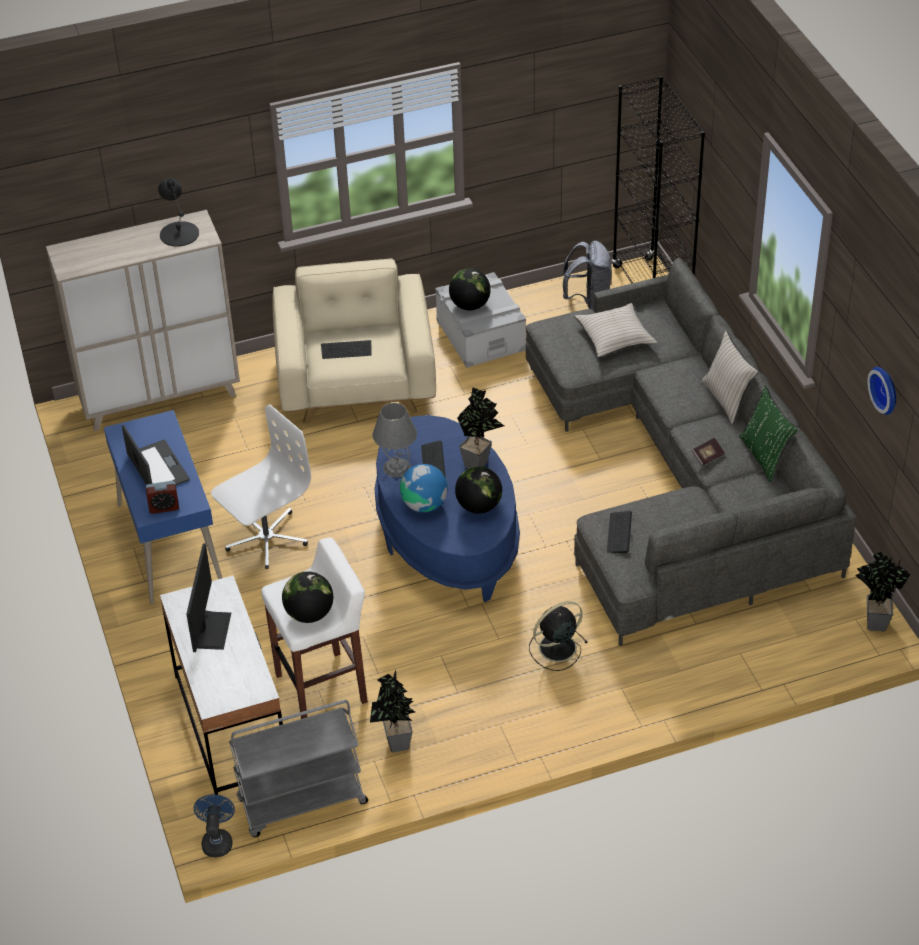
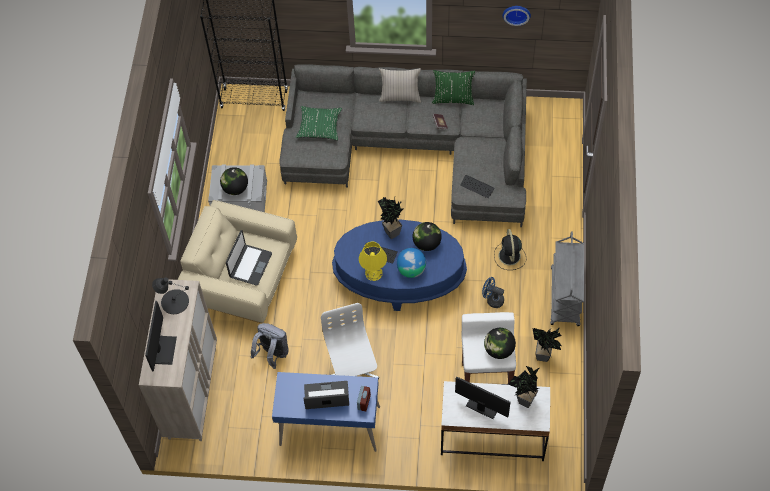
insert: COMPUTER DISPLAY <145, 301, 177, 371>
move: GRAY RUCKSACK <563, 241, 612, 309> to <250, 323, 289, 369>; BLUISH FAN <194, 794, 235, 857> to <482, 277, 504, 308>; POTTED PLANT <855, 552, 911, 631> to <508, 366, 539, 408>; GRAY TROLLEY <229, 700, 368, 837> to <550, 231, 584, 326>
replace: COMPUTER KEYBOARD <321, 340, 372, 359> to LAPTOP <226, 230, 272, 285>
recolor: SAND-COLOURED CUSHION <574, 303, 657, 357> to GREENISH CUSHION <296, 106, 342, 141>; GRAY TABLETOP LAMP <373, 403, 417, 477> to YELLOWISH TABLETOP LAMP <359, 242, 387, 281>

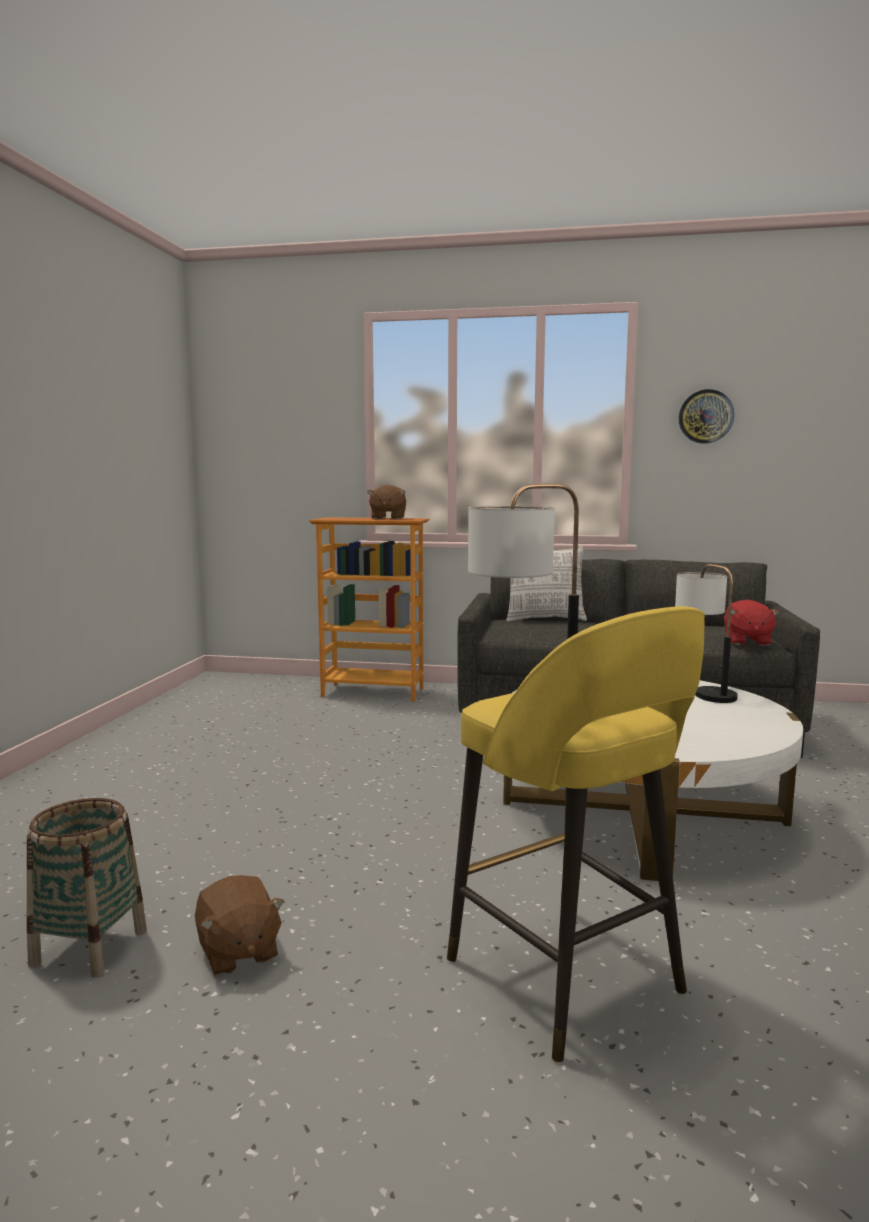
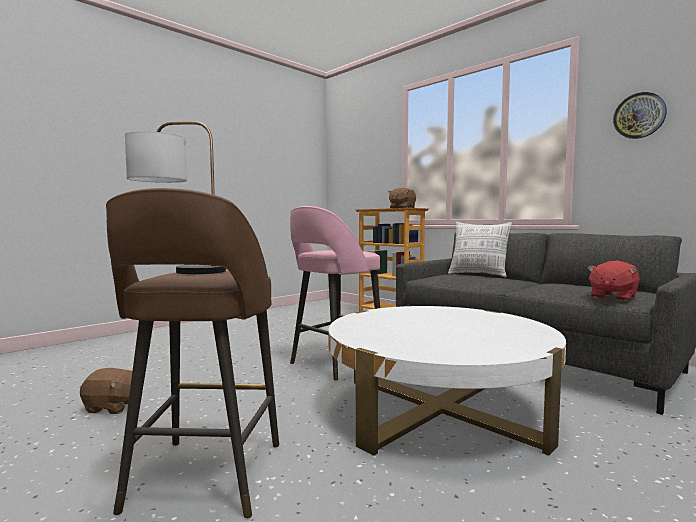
delete: BASKET <27, 798, 147, 978>; TABLETOP LAMP <675, 564, 738, 703>
insert: PINKISH STOOL SEAT <290, 206, 380, 381>
recolor: YELLOWISH STOOL SEAT <447, 606, 705, 1063> to BROWNISH STOOL SEAT <106, 188, 279, 518>
rotate: BROWNISH PLUSH TOY <195, 875, 284, 976> = <80, 368, 133, 414> 90 degrees counterclockwise

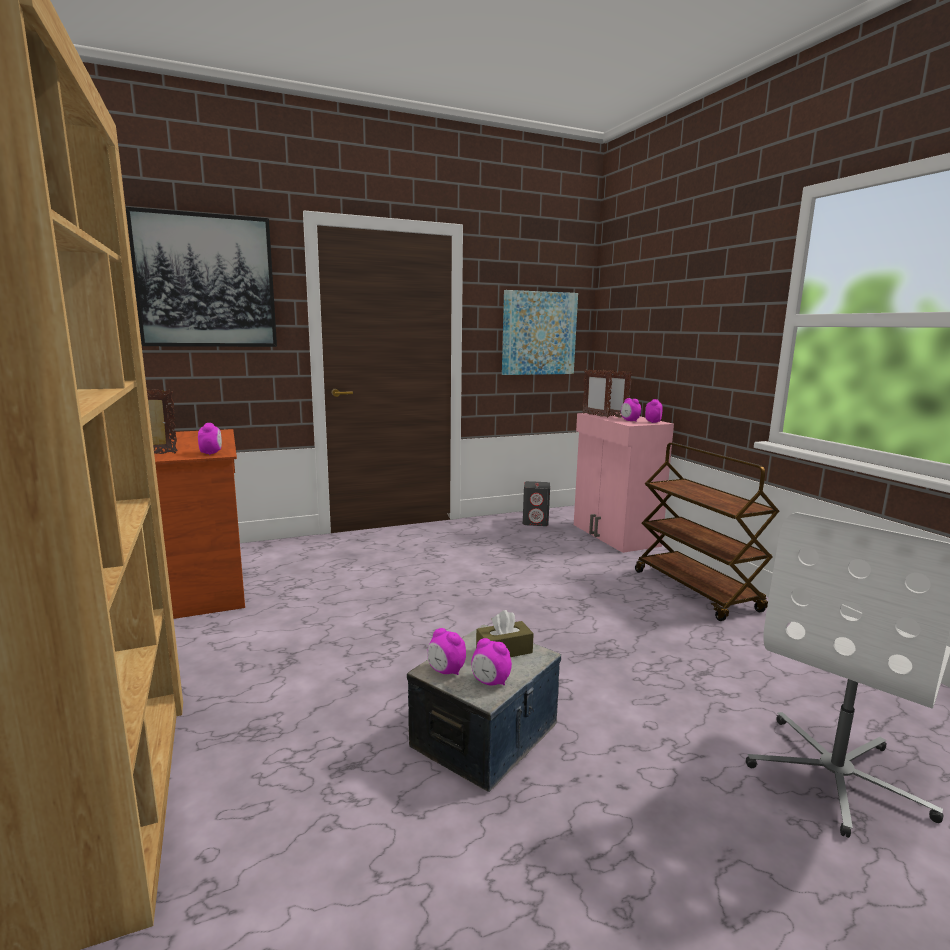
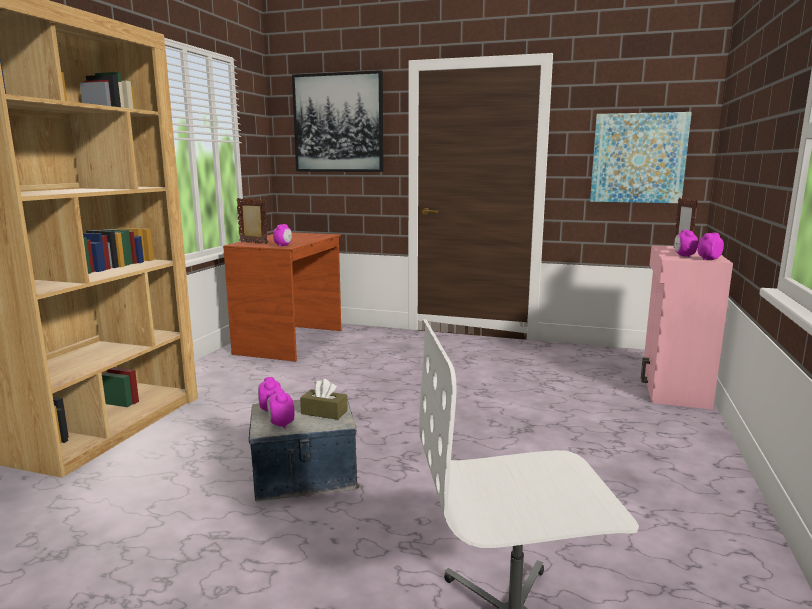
delete: GRAY SPEAKER <523, 481, 550, 526>; STANDING FRAME <582, 369, 613, 418>; BROWNISH TROLLEY <635, 443, 779, 621>

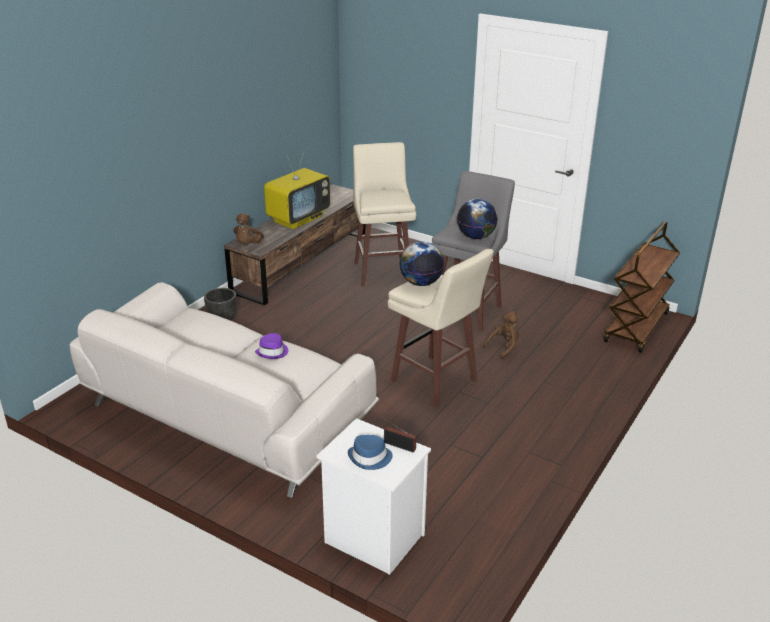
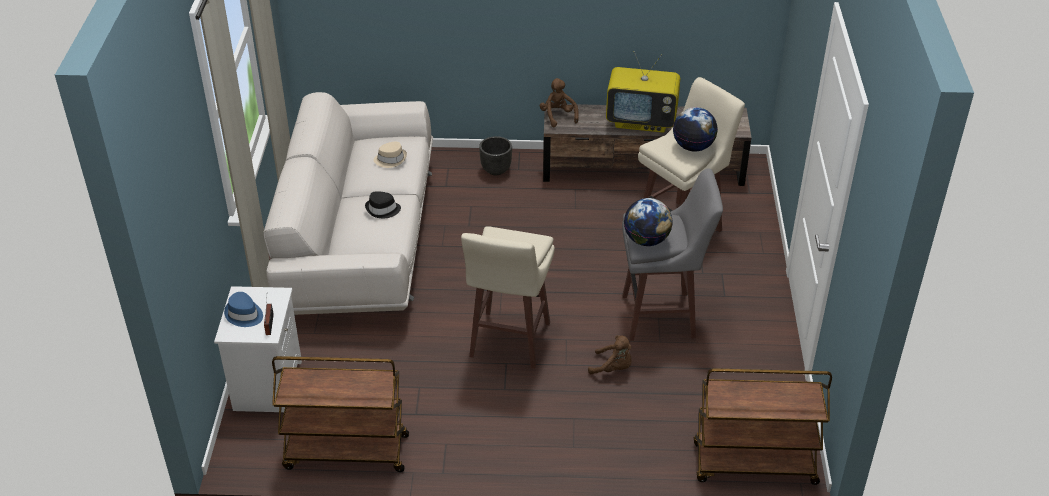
insert: BROWNISH TROLLEY <272, 356, 409, 472>; SAND-COLOURED CLOTHING HAT <374, 142, 407, 168>
move: DESK GLOBE <400, 242, 444, 286> to <673, 107, 718, 152>
recolor: PURPLISH CLOTHING HAT <255, 333, 288, 359> to BLACK-COLOURED CLOTHING HAT <365, 191, 401, 218>
rotate: BROWNISH PLUSH TOY <233, 213, 264, 244> = <539, 78, 579, 127> 90 degrees clockwise

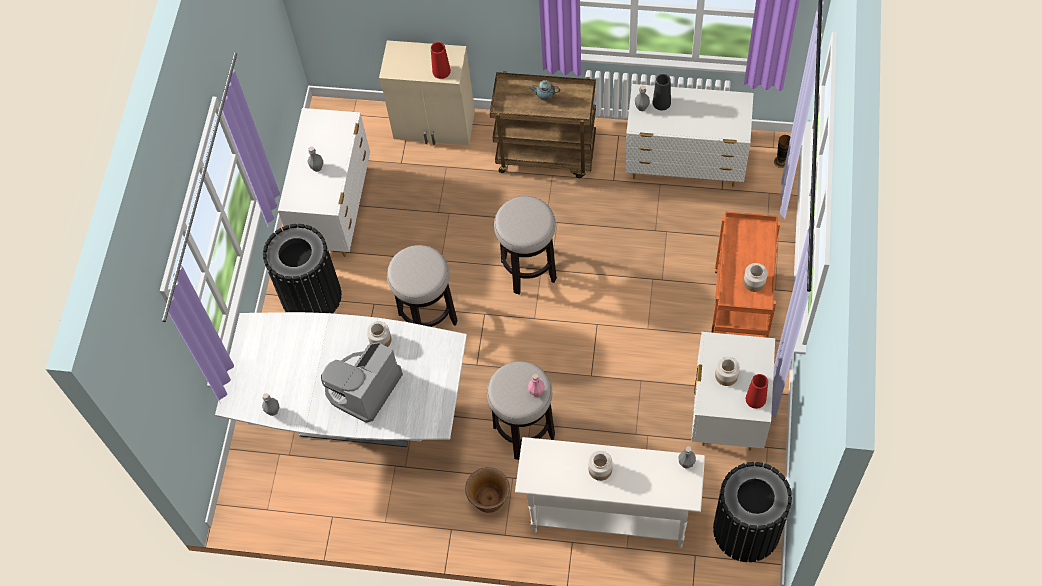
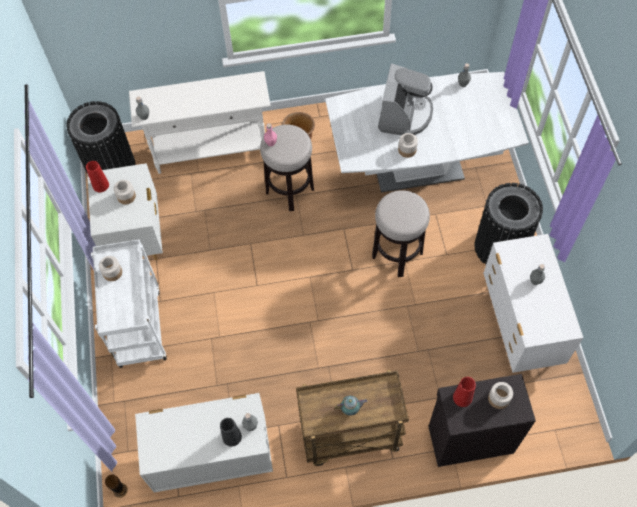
delete: STOOL SEAT <494, 196, 557, 295>
move: STORAGE JAR <588, 451, 612, 481> to <488, 382, 513, 409>
recolor: ORANGE TROLLEY <711, 211, 780, 338> to WHITE TROLLEY <91, 239, 167, 368>; SAND-COLOURED CABINET <379, 40, 475, 145> to BLACK-COLOURED CABINET <428, 374, 536, 467>

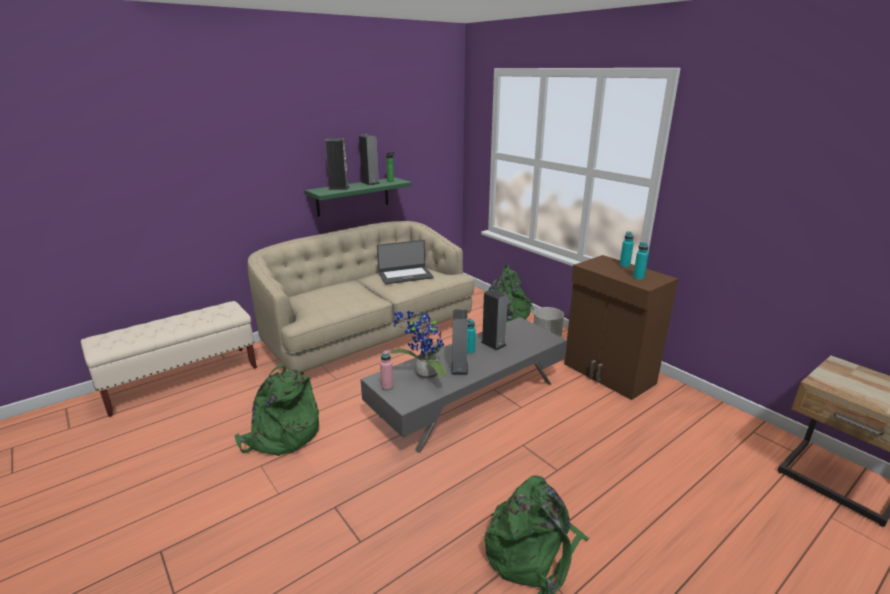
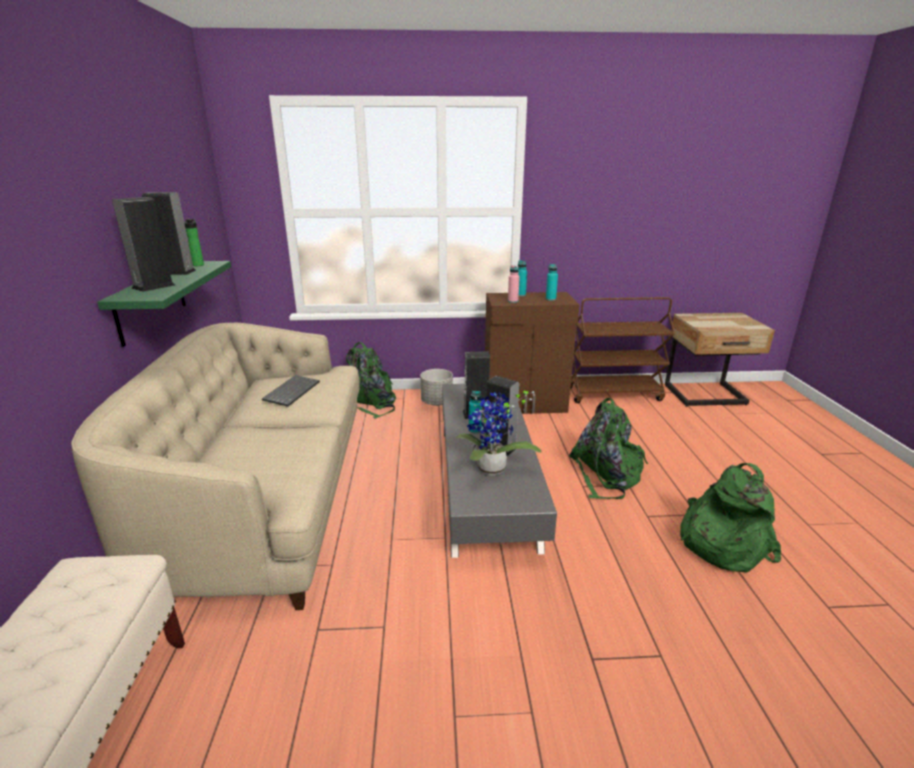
insert: BROWNISH TROLLEY <570, 297, 675, 403>
move: PINKISH BOTTLE <380, 350, 393, 390> to <508, 265, 520, 303>; GREENISH RUCKSACK <235, 364, 319, 456> to <569, 398, 648, 499>
replace: LAPTOP <377, 240, 434, 284> to COMPUTER KEYBOARD <262, 375, 320, 407>

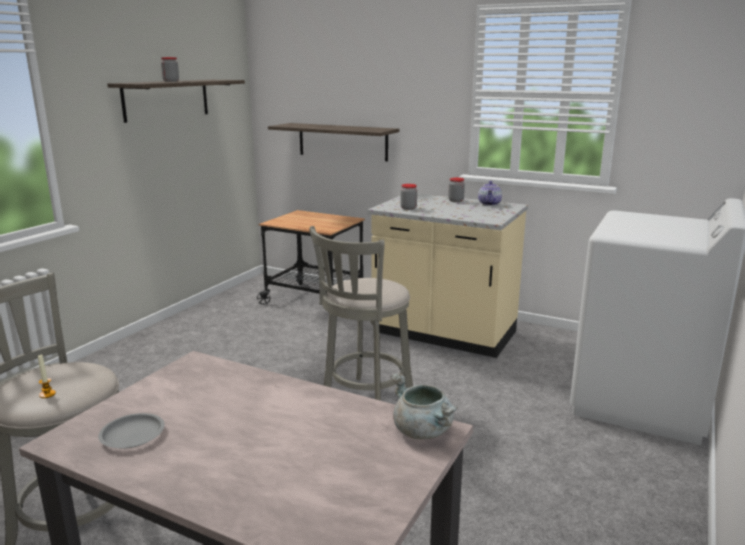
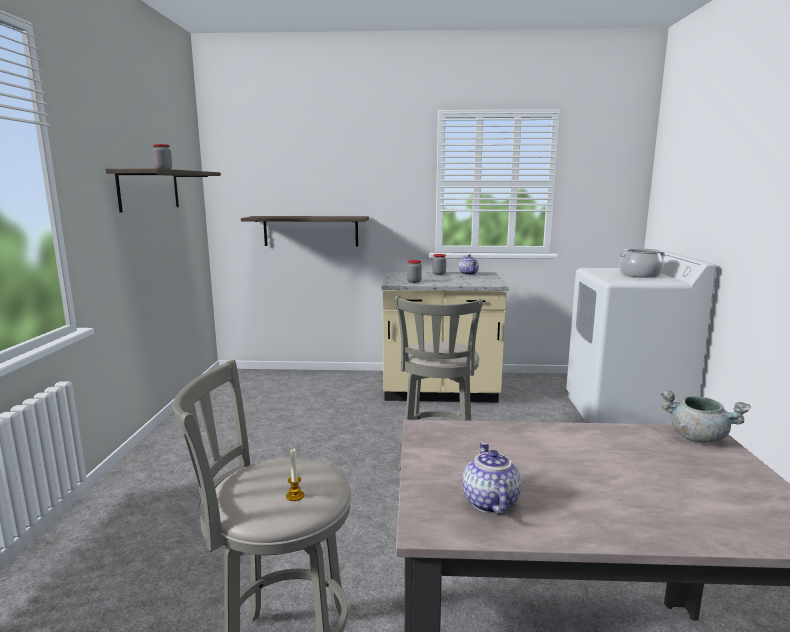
delete: TROLLEY <257, 210, 365, 305>
insert: SAUCEPOT <619, 248, 666, 278>
replace: GRAY PLATE <98, 413, 165, 449> to TEA POT <462, 442, 521, 515>

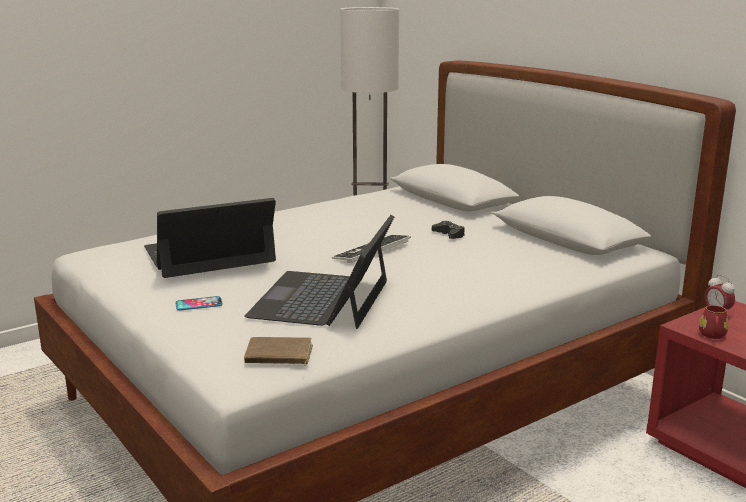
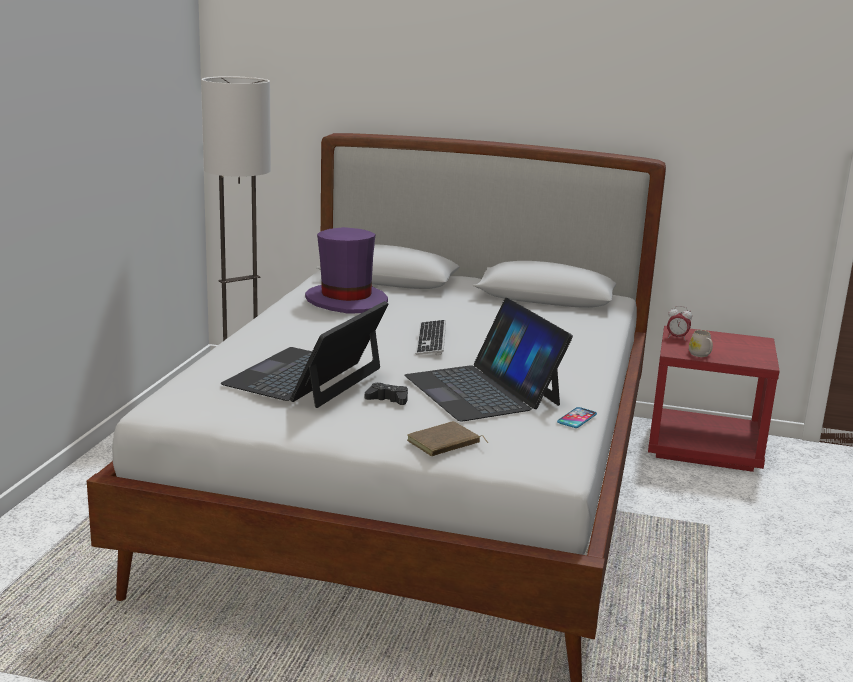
insert: PURPLISH CLOTHING HAT <305, 227, 388, 314>
move: BLACK-COLOURED JOYPAD <432, 221, 465, 239> to <365, 382, 408, 405>; BROWNISH BOUND BOOK <244, 337, 313, 366> to <407, 421, 488, 456>; HANDSET <175, 296, 223, 311> to <557, 407, 597, 428>
recolor: RED-COLOURED COFFEE MUG <699, 305, 728, 339> to WHITE COFFEE MUG <689, 330, 713, 357>

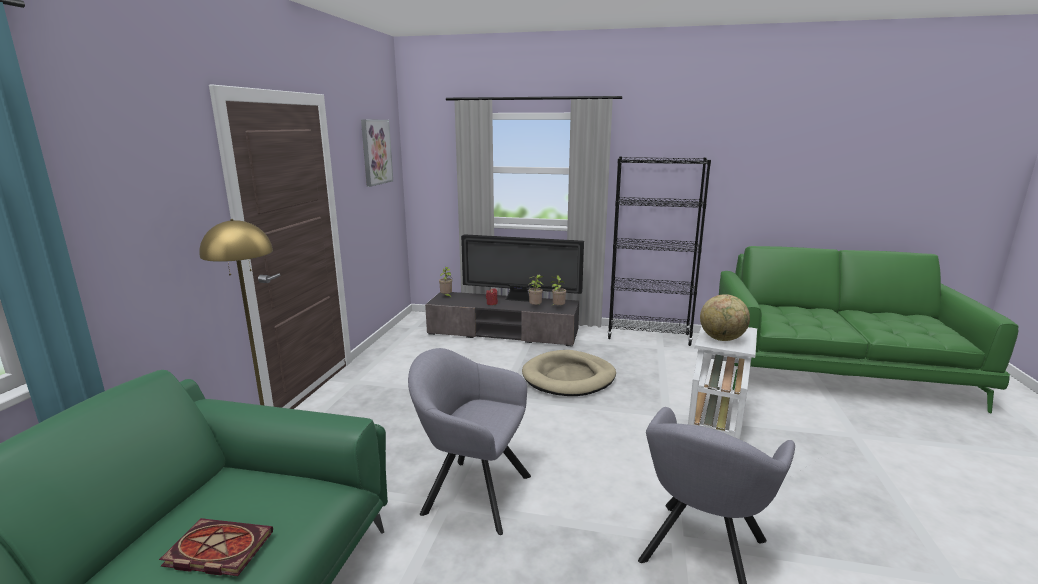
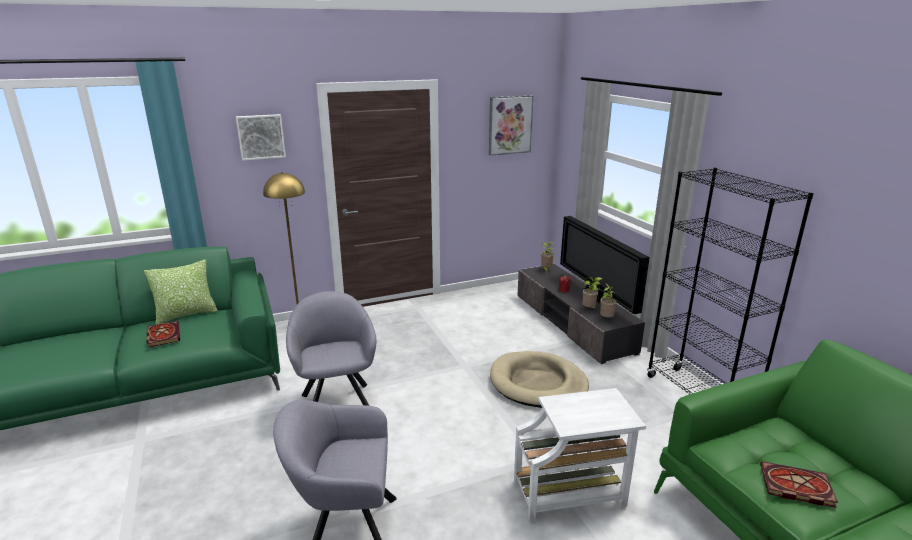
delete: DESK GLOBE <700, 294, 750, 341>
insert: CUSHION <144, 259, 218, 325>; WALL PICTURE <236, 114, 286, 161>; BOUND BOOK <760, 461, 838, 508>

